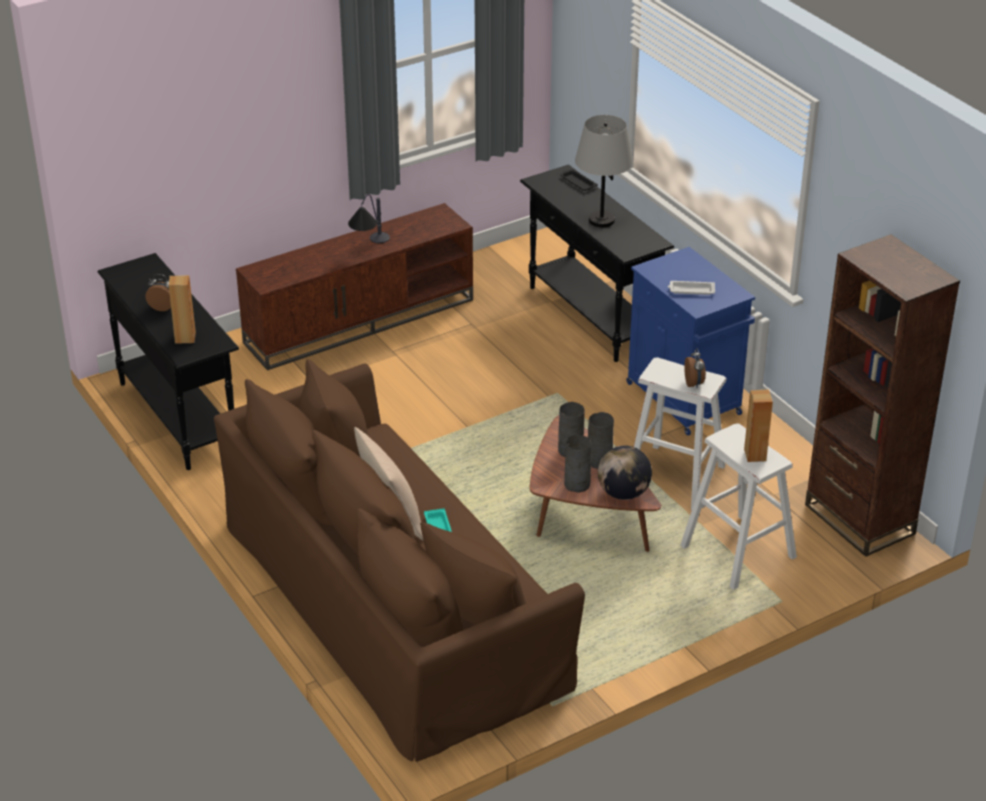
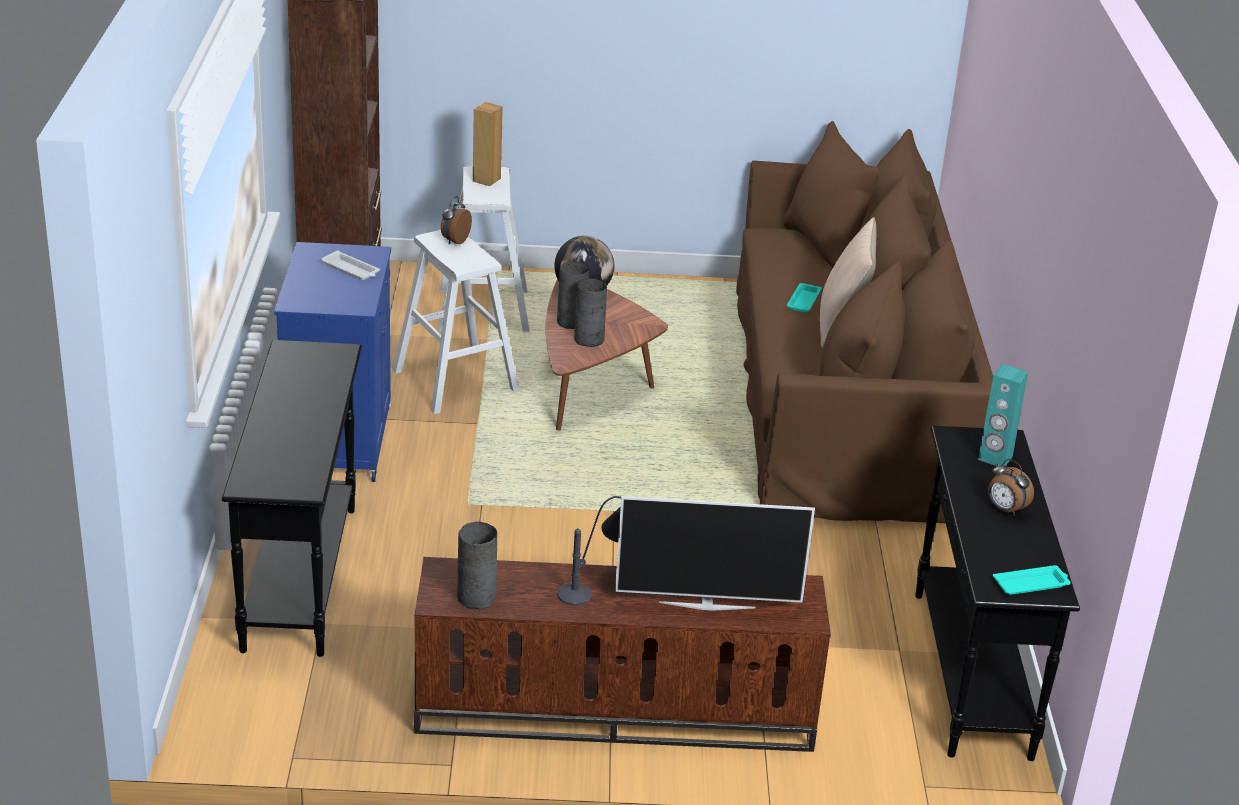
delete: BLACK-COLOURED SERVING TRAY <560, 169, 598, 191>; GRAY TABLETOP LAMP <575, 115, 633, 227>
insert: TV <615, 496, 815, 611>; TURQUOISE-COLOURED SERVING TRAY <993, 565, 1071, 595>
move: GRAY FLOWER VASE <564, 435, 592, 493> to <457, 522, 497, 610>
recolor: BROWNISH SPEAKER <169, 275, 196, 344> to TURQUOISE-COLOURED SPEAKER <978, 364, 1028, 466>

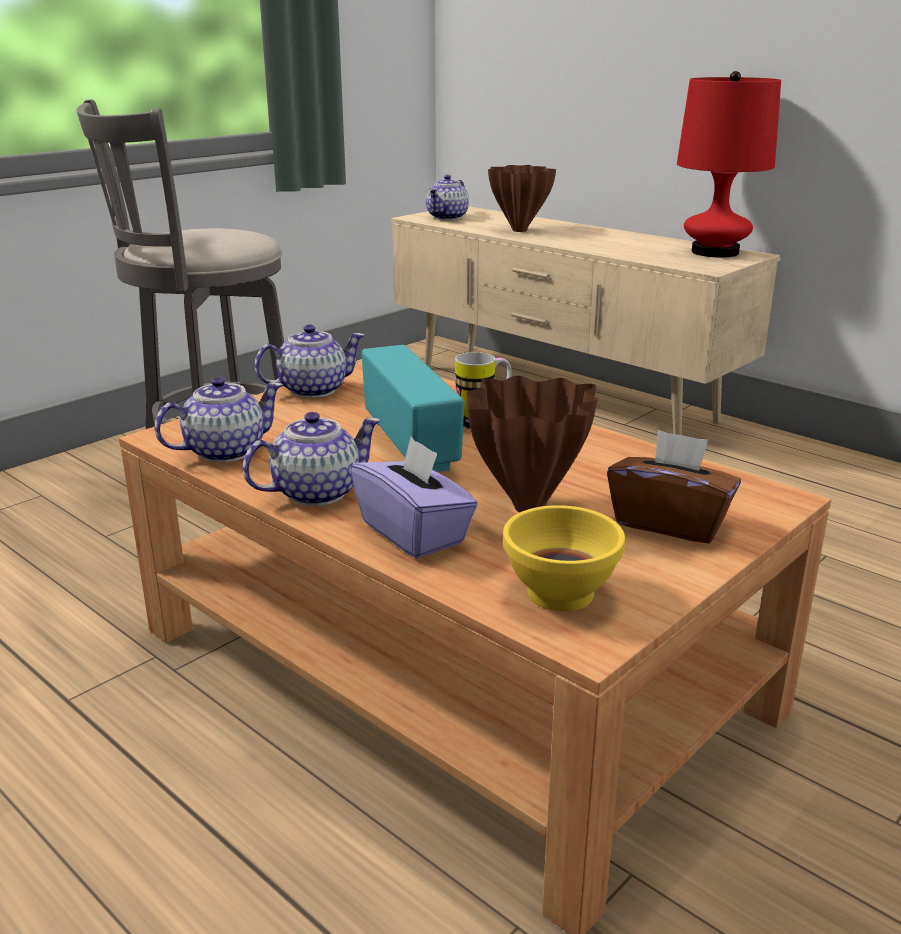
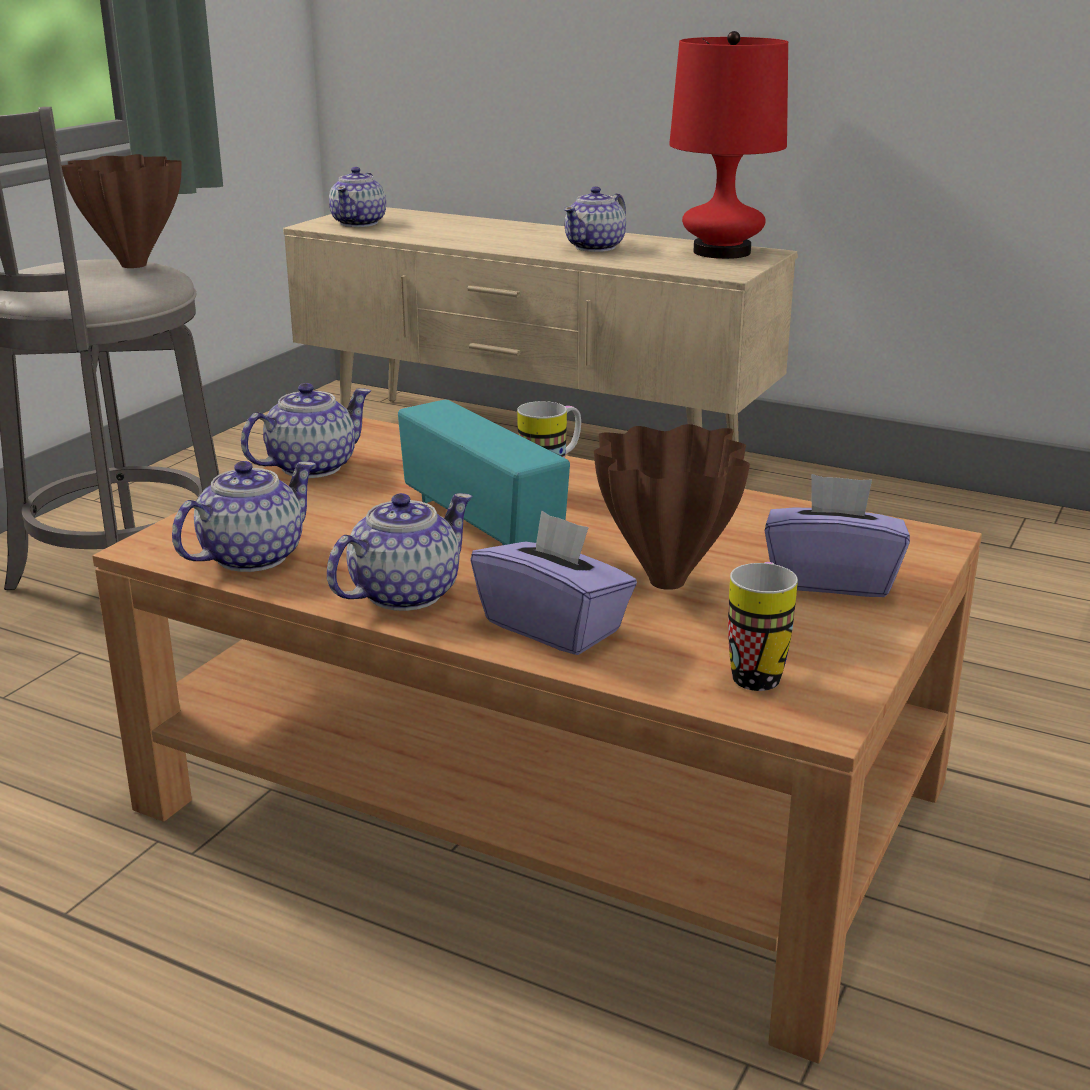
insert: TEA POT <564, 186, 626, 252>
move: BROWNISH FLOWER VASE <488, 165, 556, 232> to <62, 154, 182, 268>
replace: YELLOWISH BOWL <503, 505, 625, 612> to COFFEE MUG <728, 562, 798, 691>
recolor: BROWNISH BOX OF TISSUES <607, 430, 741, 544> to PURPLISH BOX OF TISSUES <765, 474, 910, 597>

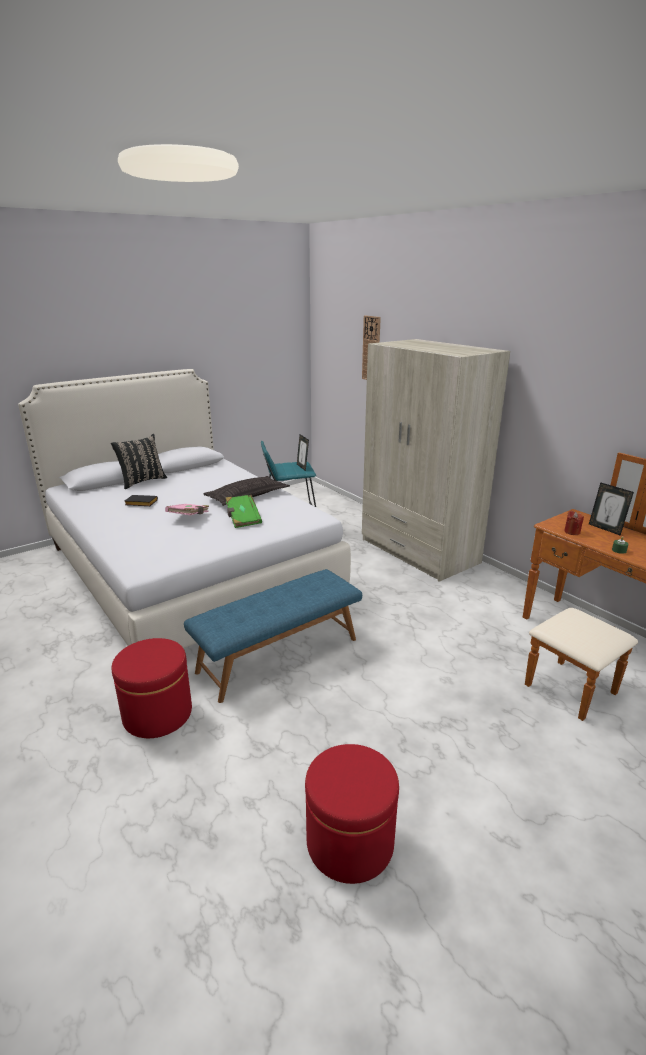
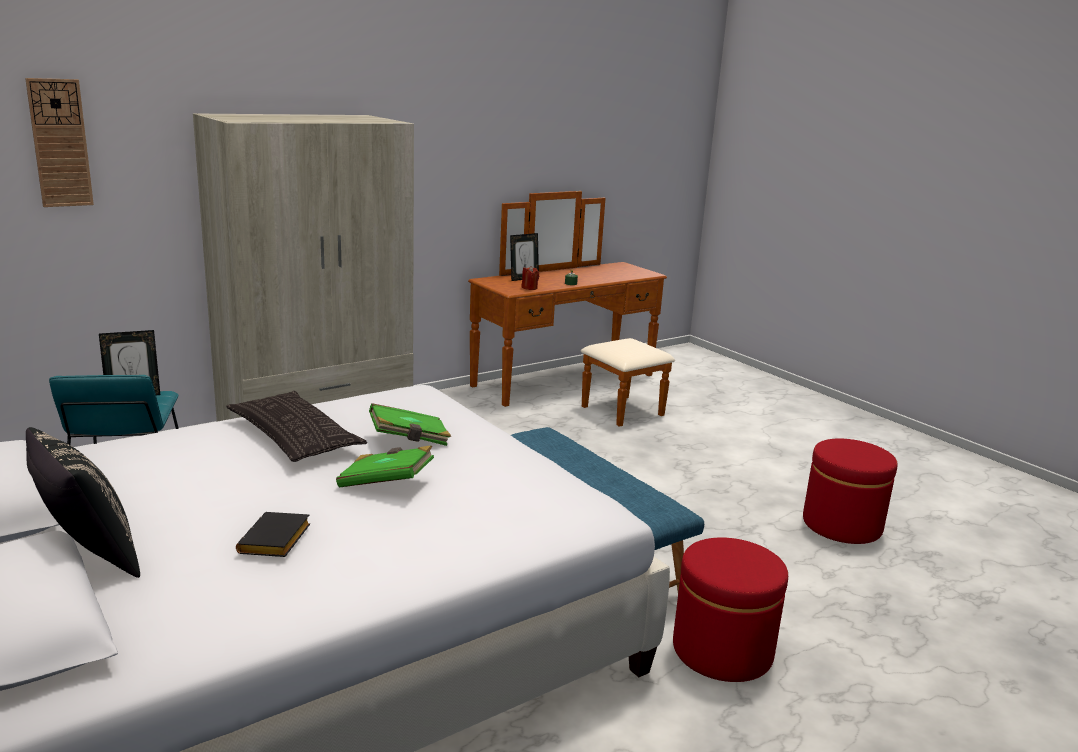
recolor: PINKISH BOUND BOOK <165, 504, 209, 515> to GREENISH BOUND BOOK <336, 445, 434, 488>

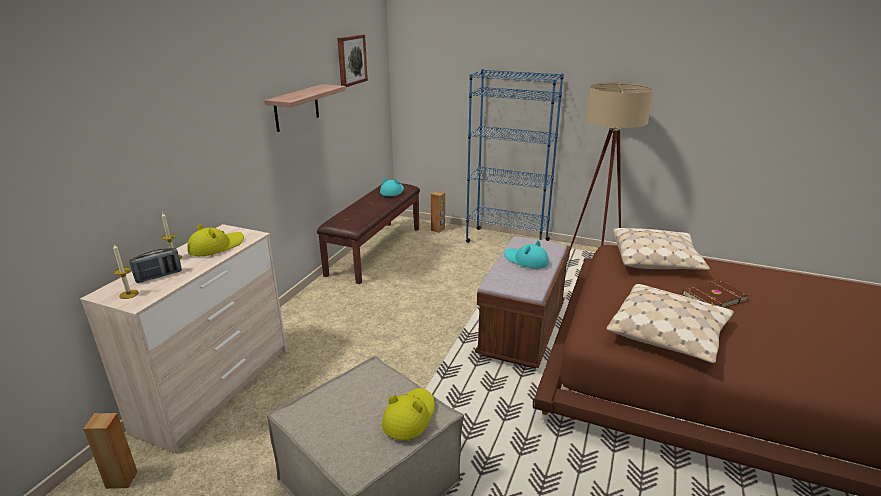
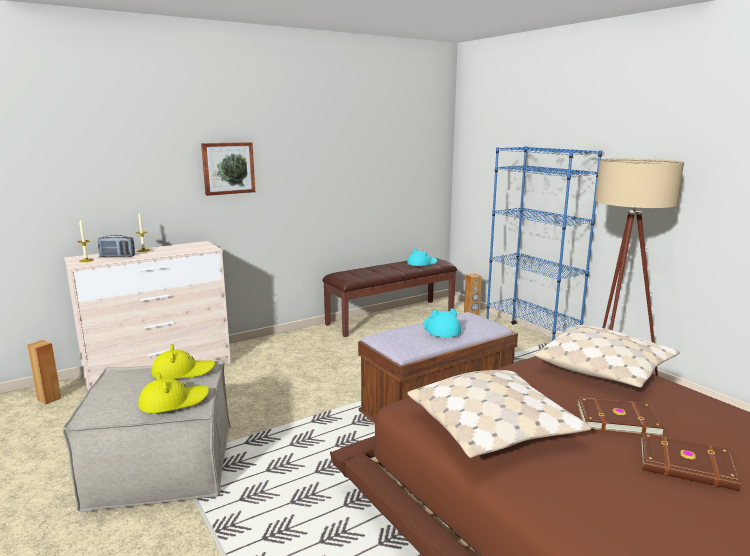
delete: BRACKET SHELF <264, 84, 346, 132>
insert: BROWNISH BOUND BOOK <641, 433, 741, 491>
move: YELLOWISH CLOTHING HAT <187, 224, 244, 256> to <151, 344, 215, 379>; WALL PICTURE <337, 34, 368, 87> to <201, 142, 255, 196>

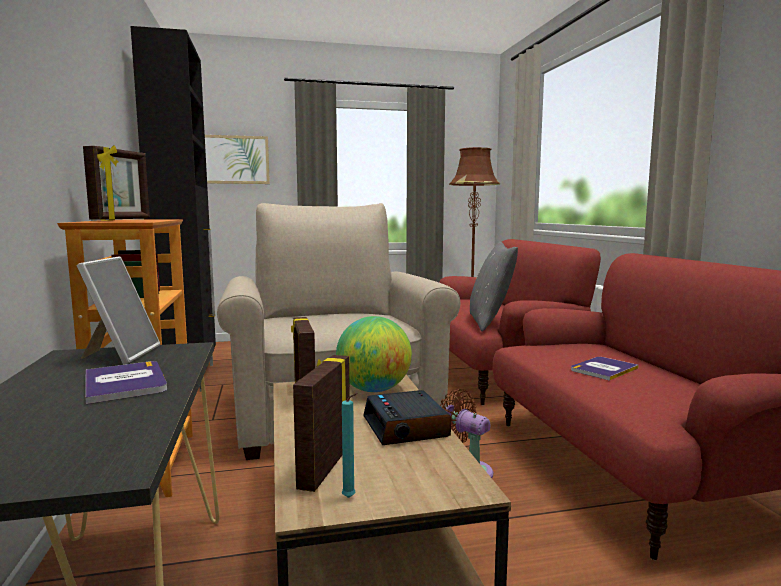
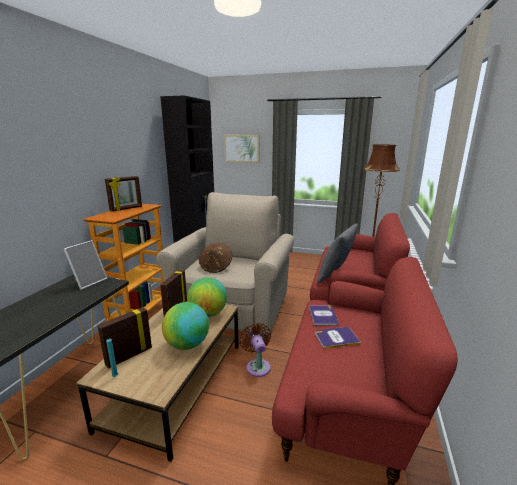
insert: BROWNISH CLOTHING HAT <199, 243, 232, 273>
move: BOUND BOOK <85, 361, 167, 404> to <309, 305, 339, 326>
replace: TABLE CLOCK <363, 390, 451, 445> to DESK GLOBE <162, 302, 209, 350>

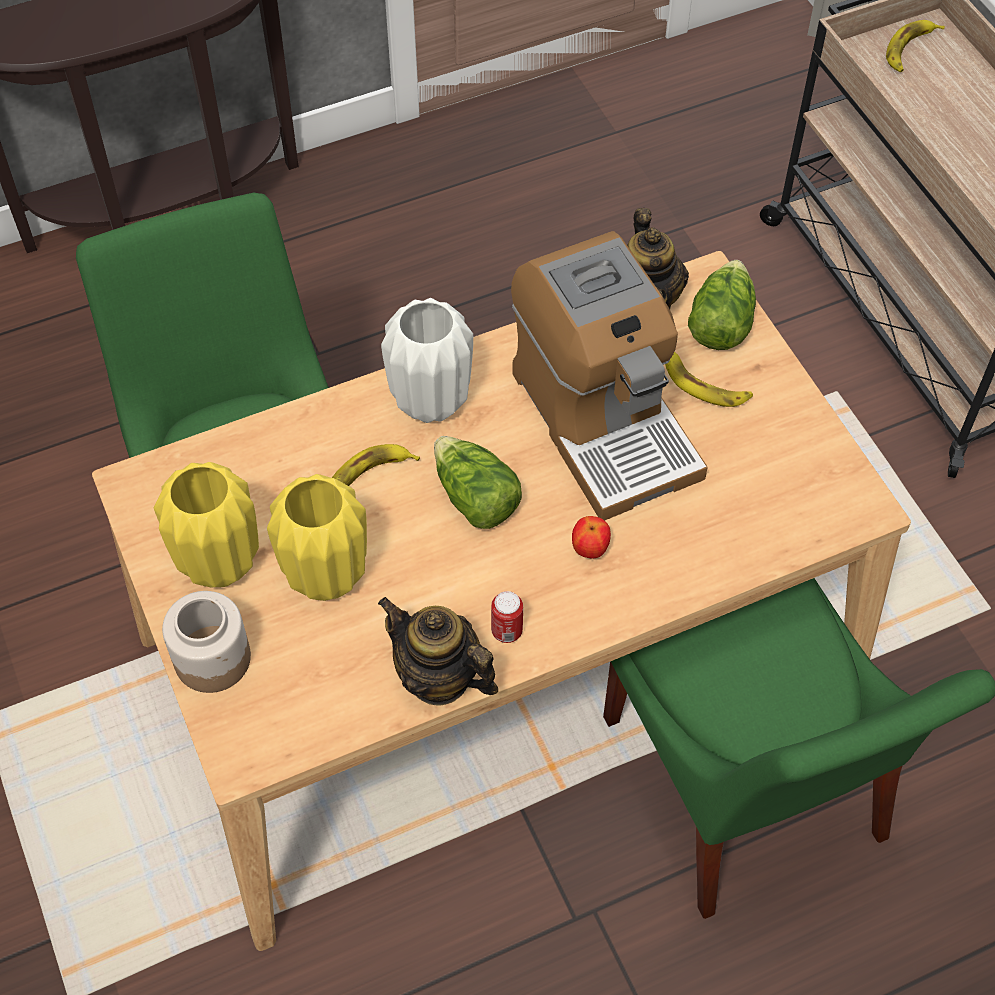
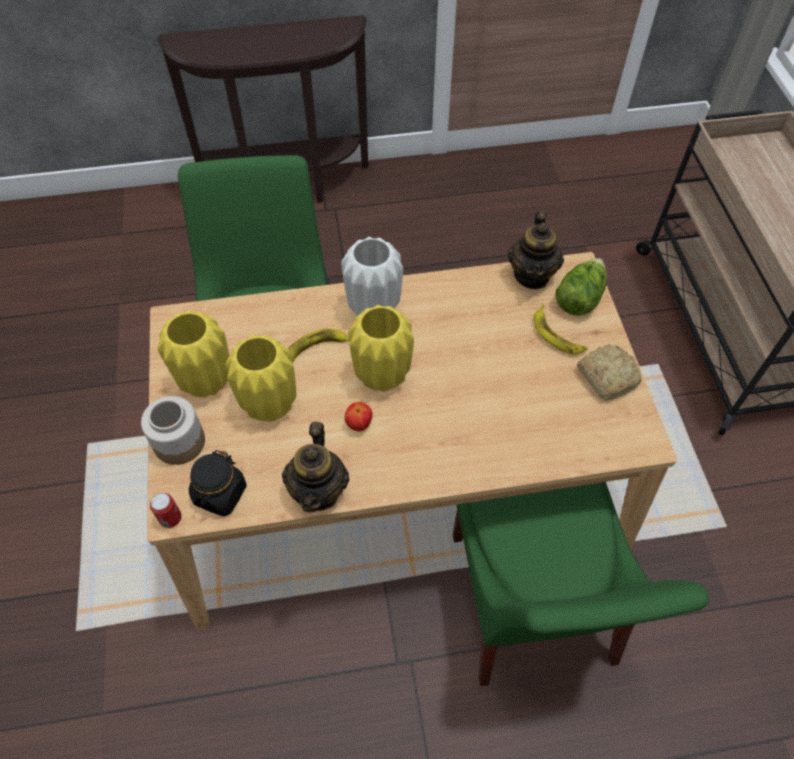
delete: COFFEE MAKER <511, 231, 708, 521>; WHOLE BANANA <886, 20, 945, 72>
insert: BLACK-COLOURED STORAGE JAR <189, 450, 247, 517>; BAKERY BREAD <577, 344, 642, 400>
move: SEALED CAN <491, 591, 523, 643> to <150, 493, 182, 528>; APPLE <572, 516, 611, 558> to <345, 402, 373, 431>
replace: HEAD OF LETTUCE <434, 436, 522, 529> to YELLOWISH FLOWER VASE <348, 305, 414, 392>
rotate: TEA POT <378, 597, 498, 705> = <282, 422, 349, 512> 135 degrees counterclockwise

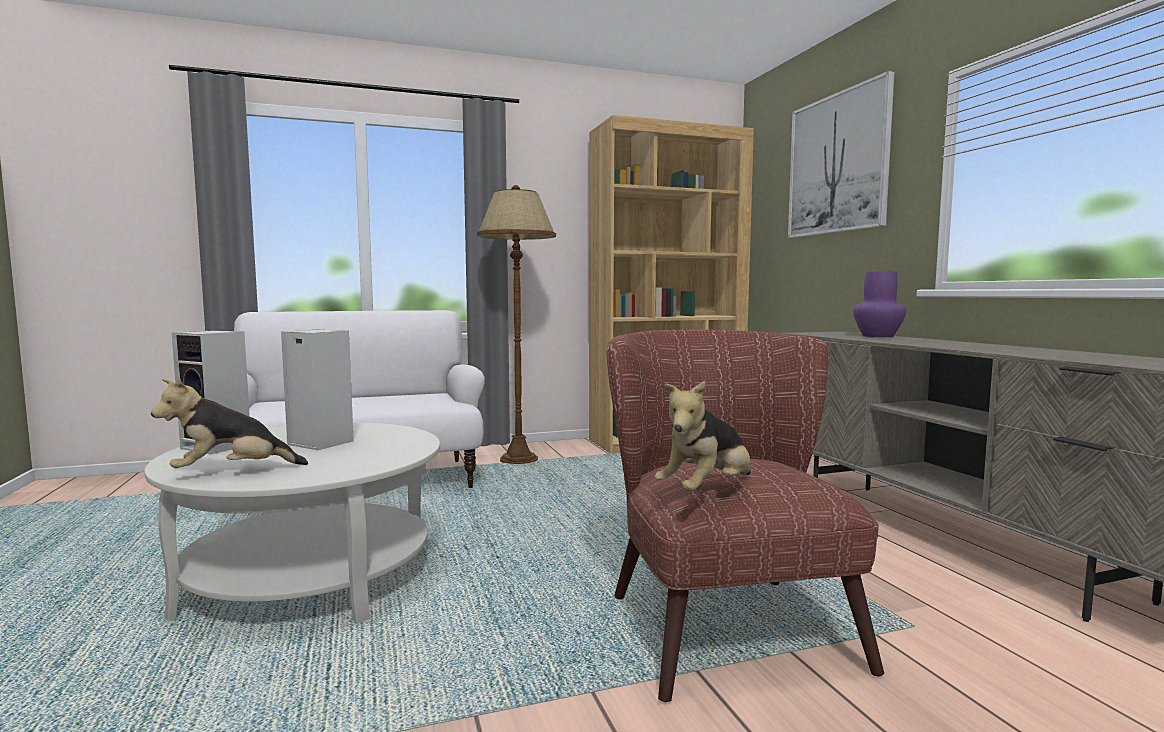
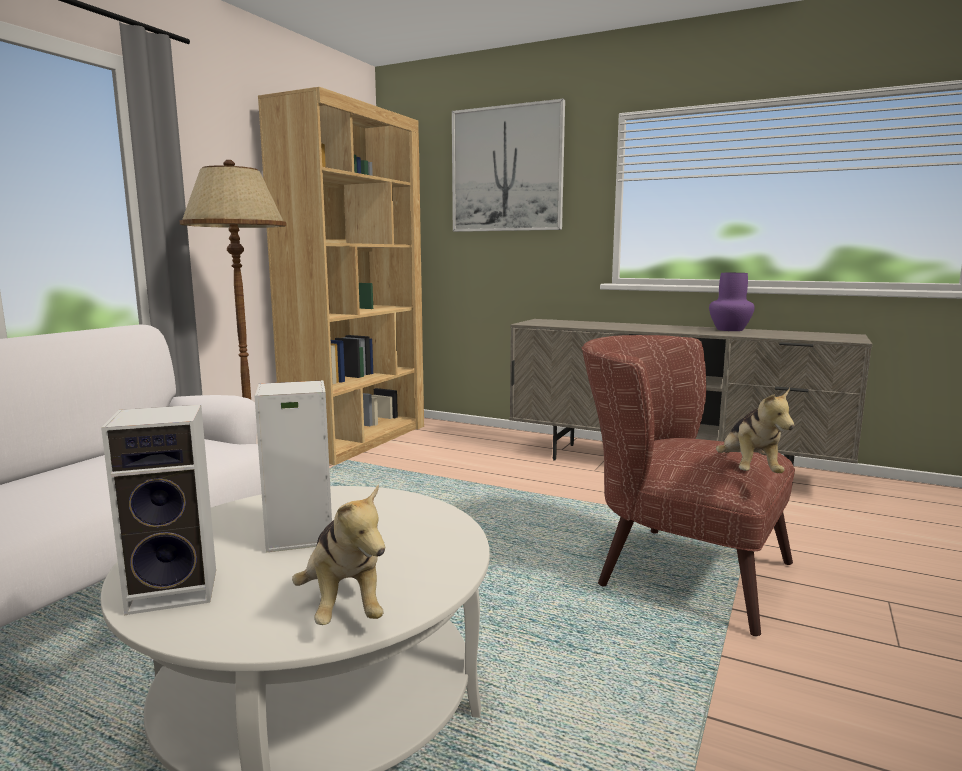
move: PURPLISH FLOWER VASE <853, 271, 906, 337> to <709, 273, 755, 331>
rotate: PLUSH TOY <151, 378, 308, 468> = <292, 484, 385, 625> 45 degrees counterclockwise

